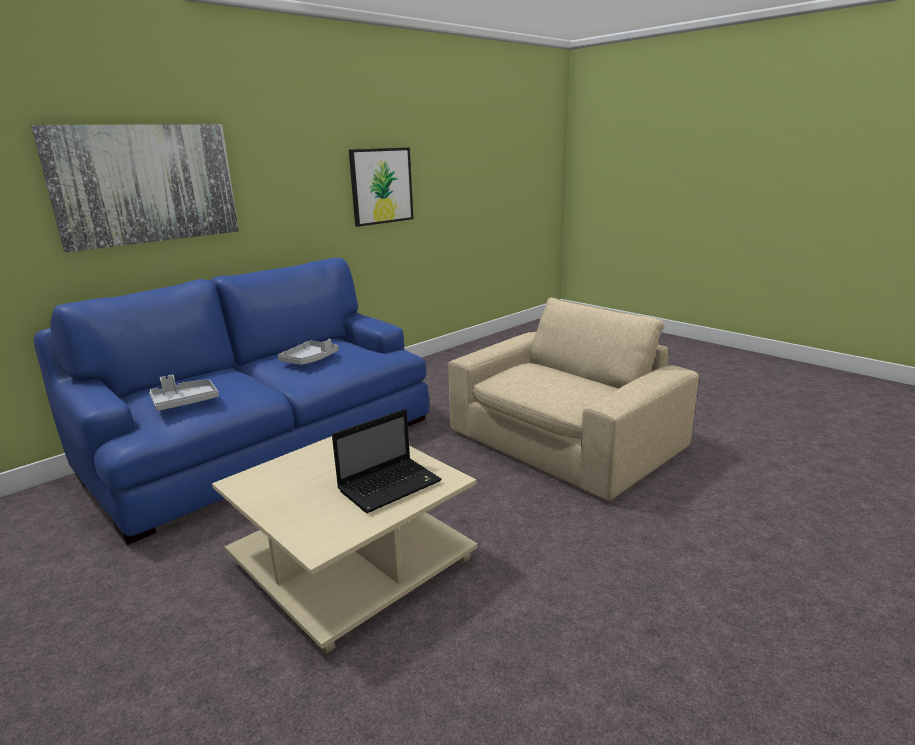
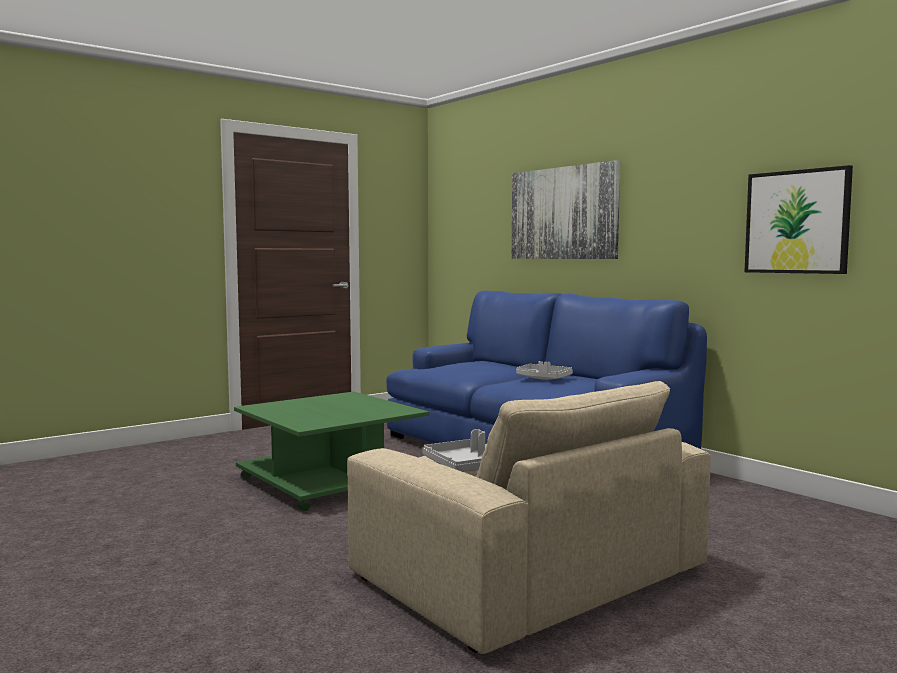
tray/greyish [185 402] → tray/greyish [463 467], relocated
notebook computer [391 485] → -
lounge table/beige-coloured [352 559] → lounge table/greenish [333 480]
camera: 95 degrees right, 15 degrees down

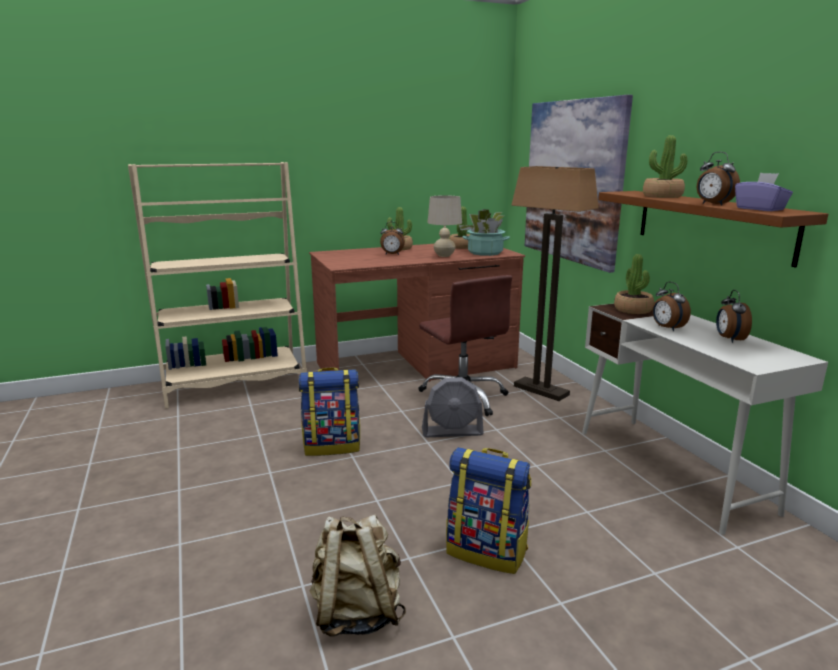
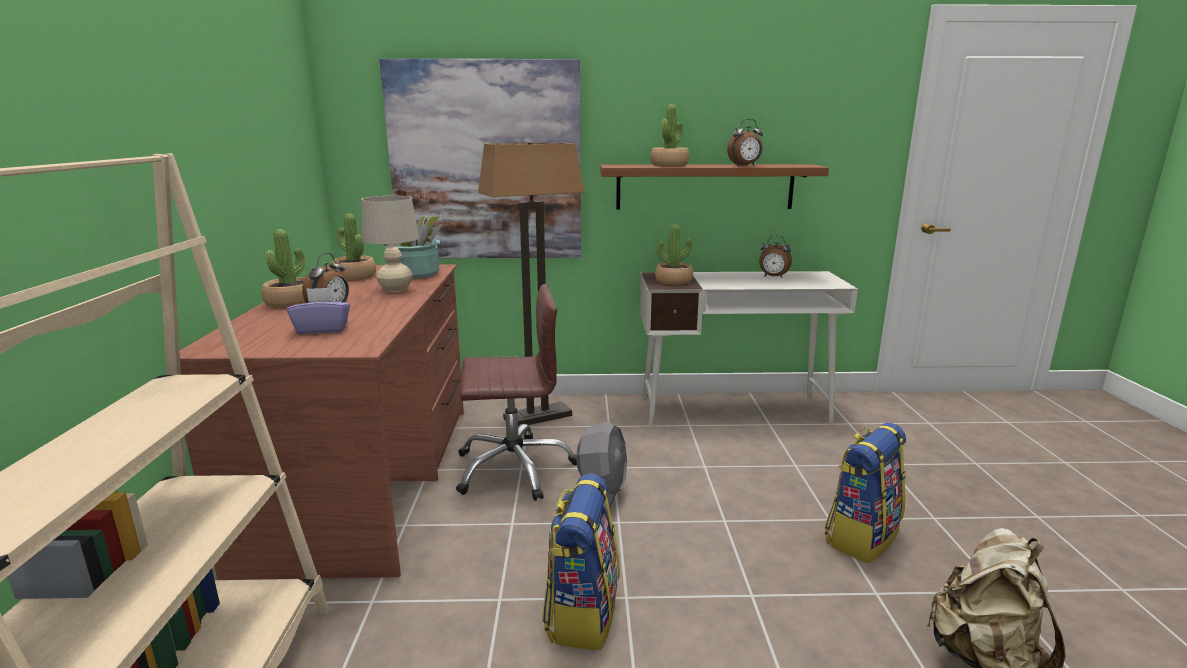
tissue holder/purple-coloured [760 209] → tissue holder/purple-coloured [322 329], relocated
table clock [667 328] → -
camera: 70 degrees left, 0 degrees up

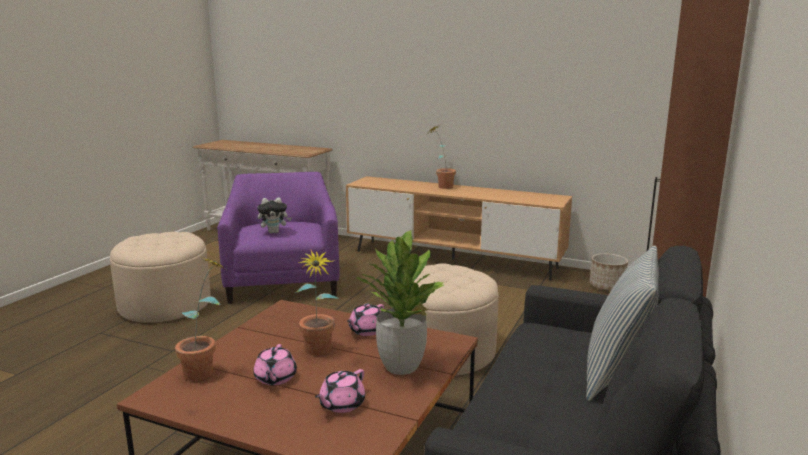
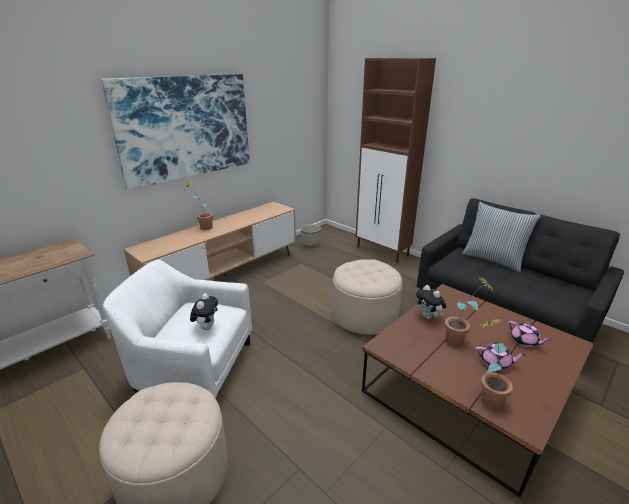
armchair/purple-coloured [283 283] → armchair/white [192 369]
houseplant [401 366] → -
teapot/pinkish [366 331] → soft toy [428 317]
- → wall art [186 127]
camera: 70 degrees left, 10 degrees up

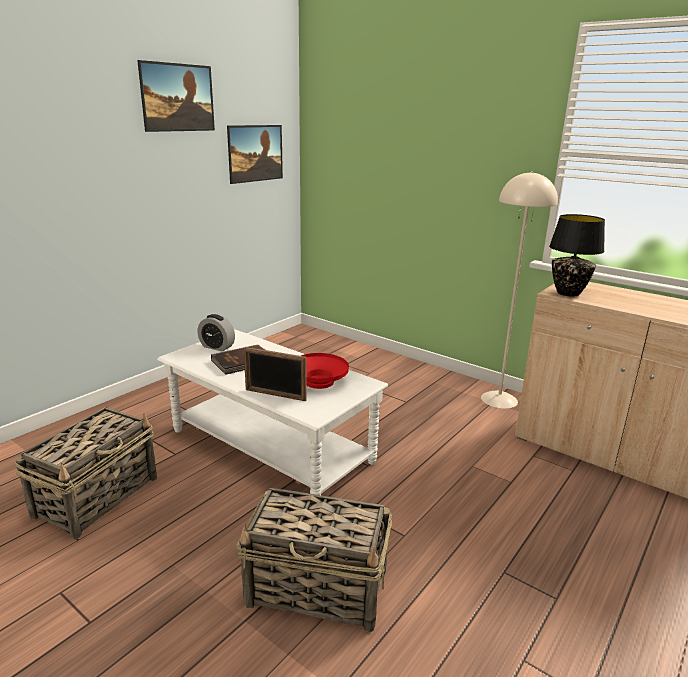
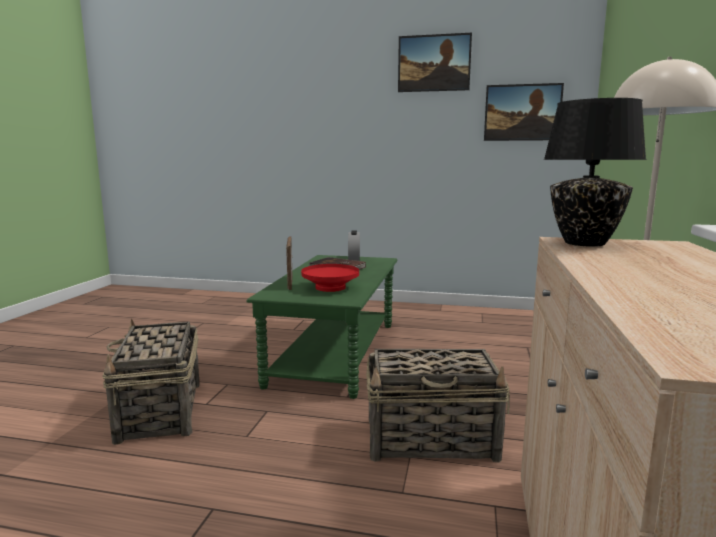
lounge table/white [271 446] → lounge table/greenish [335 353]
household basket [98 496] → household basket [432 440], relocated
camera: 65 degrees right, 10 degrees down

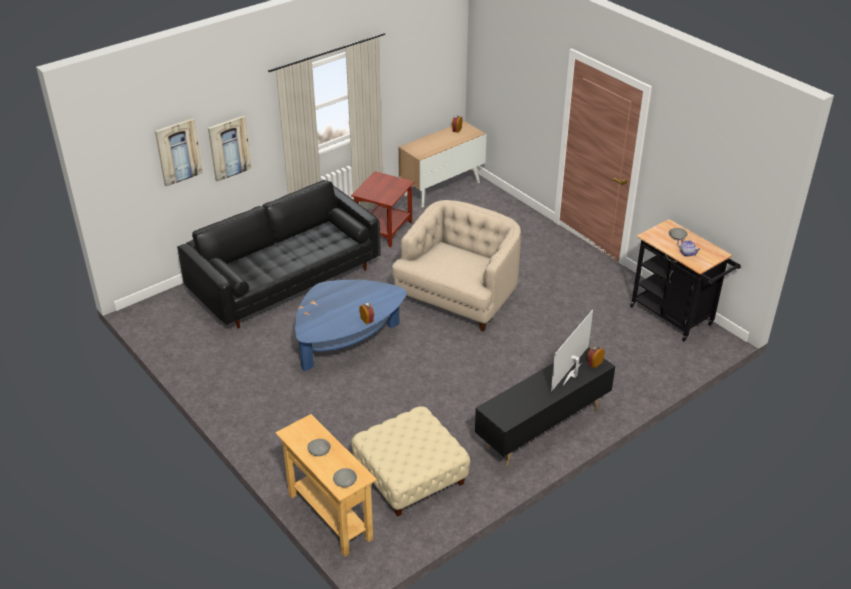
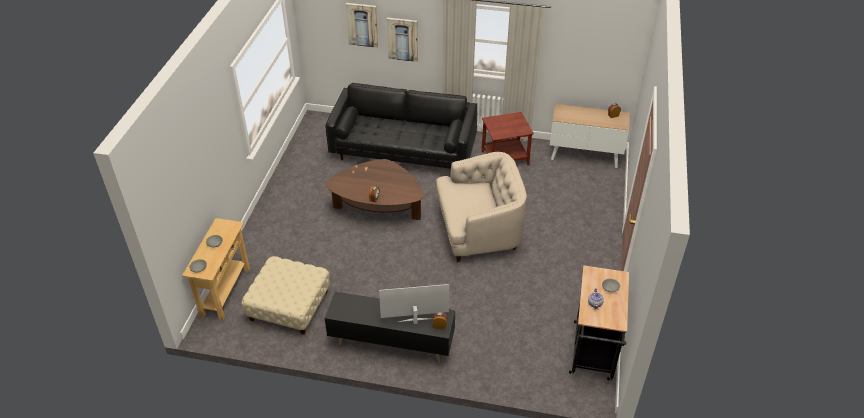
lounge table/blue [347 341] → lounge table/brownish [378 209]
camera: 50 degrees right, 5 degrees up

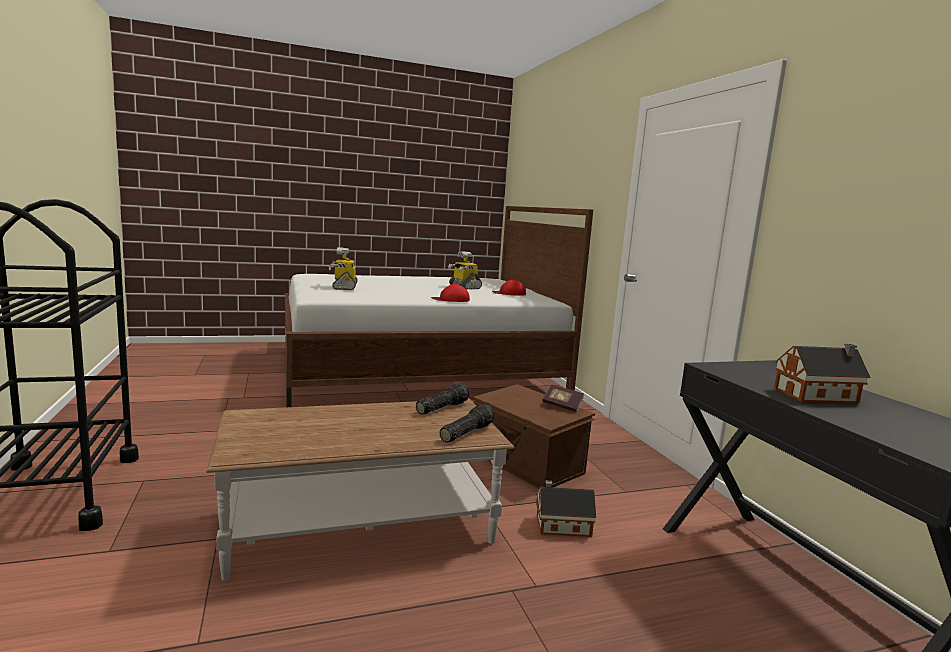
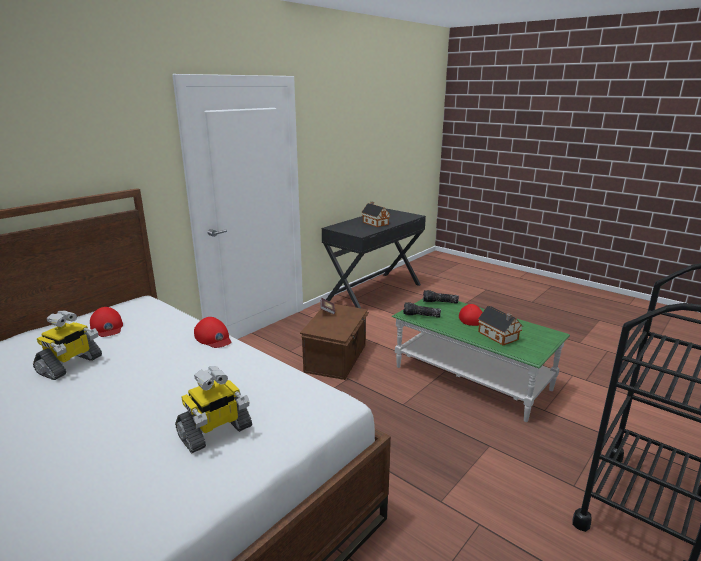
lounge table/brownish [361 526] → lounge table/greenish [471 378]
model house [560 525] → model house [499 336], relocated
- → peaked cap/red-coloured [470 317]
camera: 120 degrees left, 10 degrees up

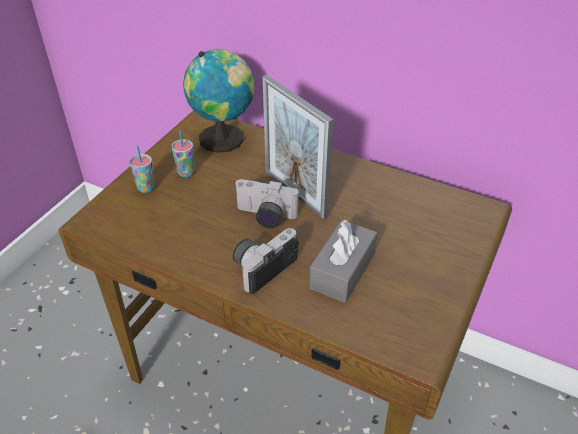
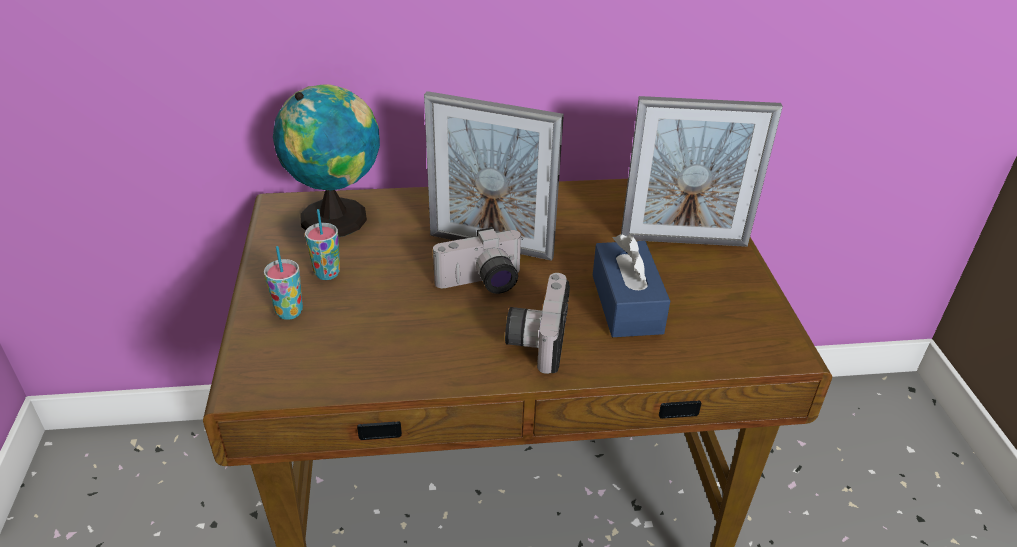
tissue holder/greyish [342 271] → tissue holder/blue [626 304]
- → picture frame [683 241]
camera: 35 degrees left, 5 degrees down

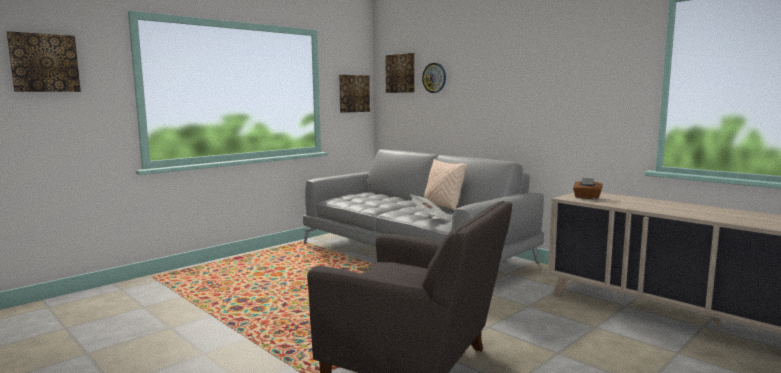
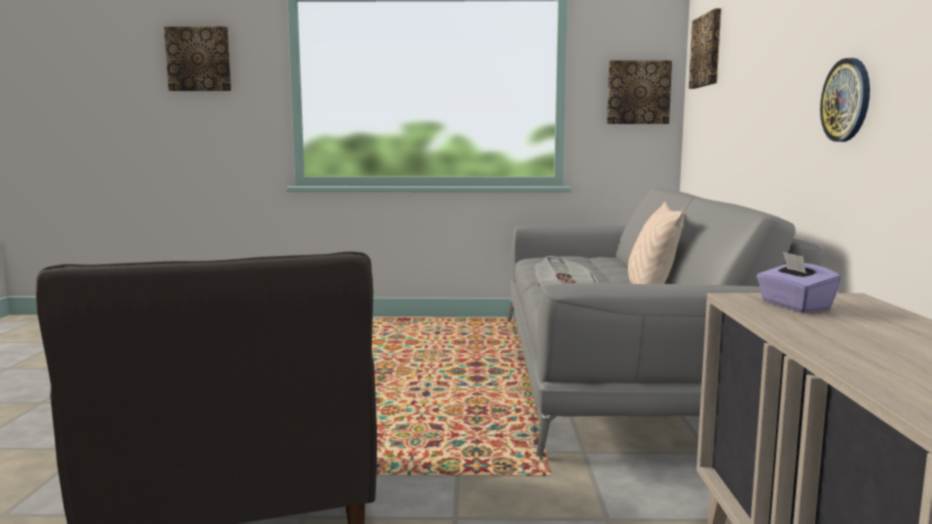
wall clock [434 78] → wall clock [846 100], relocated
tissue holder/brownish [587 197] → tissue holder/purple-coloured [794 306]
camera: 45 degrees right, 0 degrees up

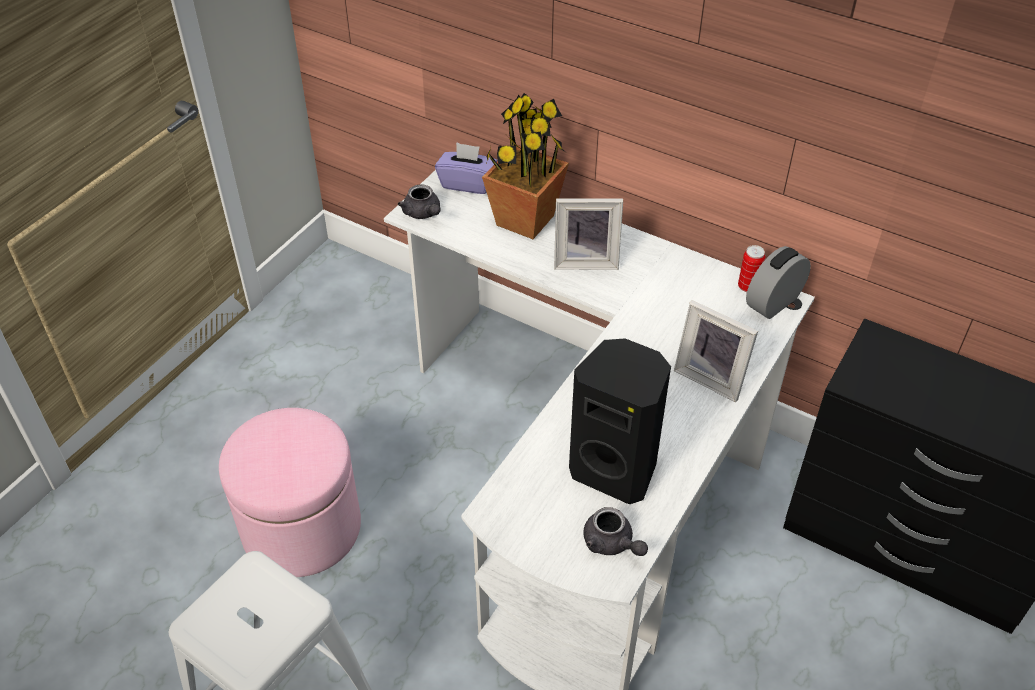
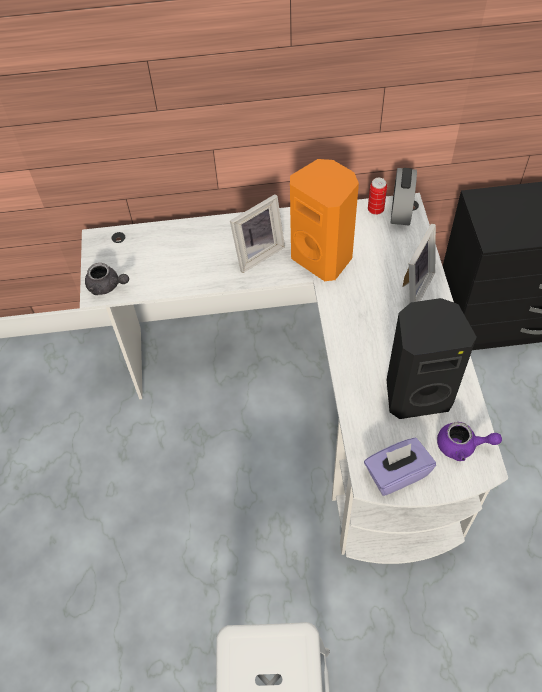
houseplant [524 220] → -
tissue holder/purple-coloured [467 183] → tissue holder/purple-coloured [396 474], relocated
picture frame [711 377] → picture frame [412 288], 60 degrees counterclockwise
pouffe/pinkish [301 527] → -
teapot/greyish [612 544] → teapot/purple-coloured [462 446]
- → loudspeaker/orange-coloured [323 257]
camera: 35 degrees left, 10 degrees up

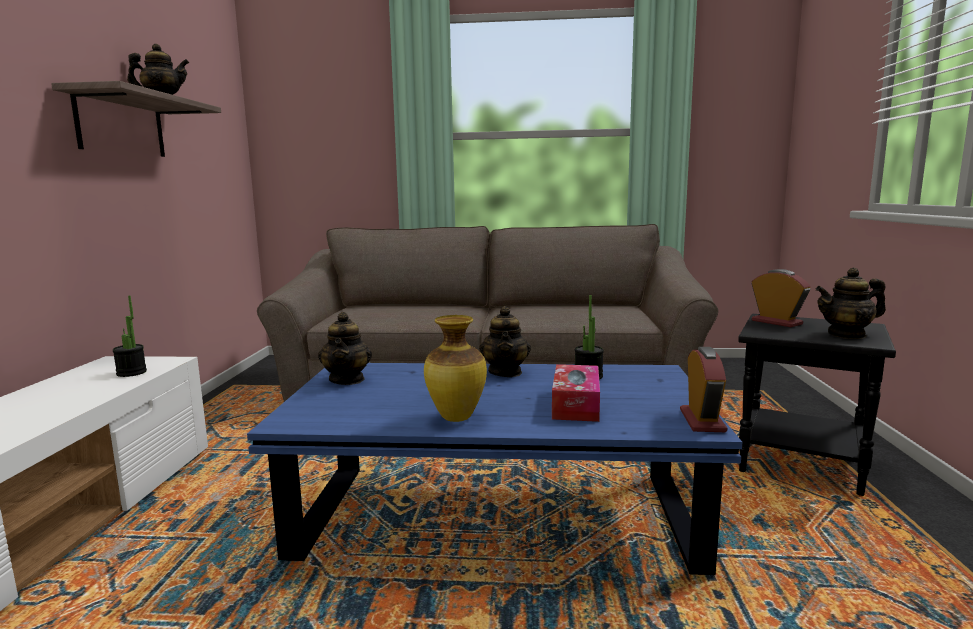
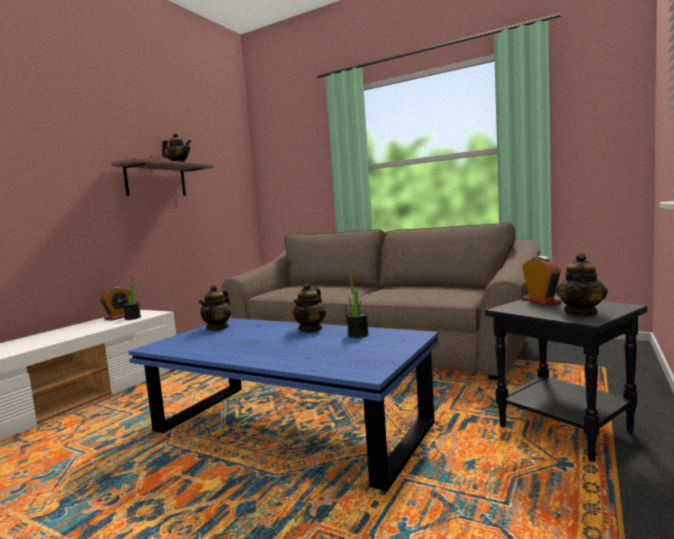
teapot [847 335] → teapot [581 313], 75 degrees counterclockwise
vase [455 418] → -
table clock [702 421] → table clock [119 317], relocated
tissue holder [576 404] → -
camera: 25 degrees right, 5 degrees down

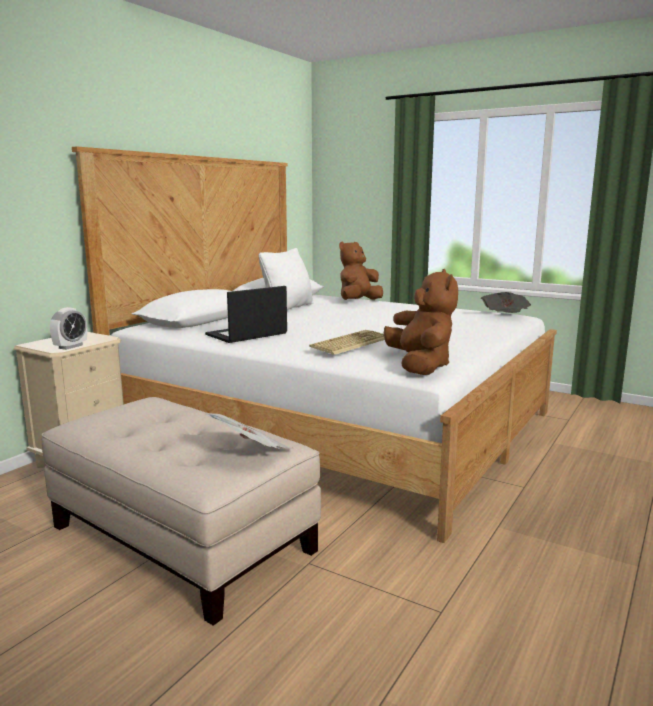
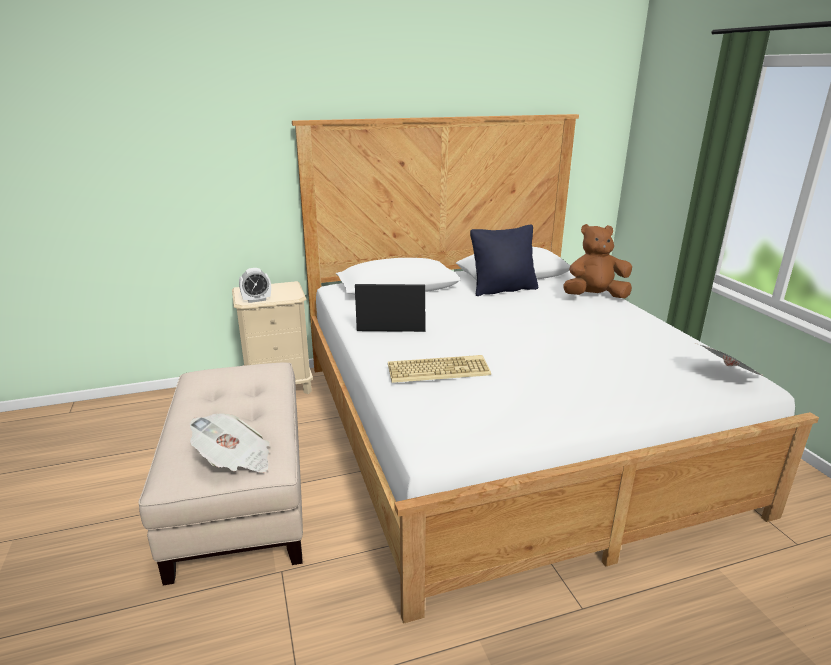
pillow/white [288 307] → pillow/black [503 290]
soft toy/brownish [420 366] → -
camera: 40 degrees right, 10 degrees up

